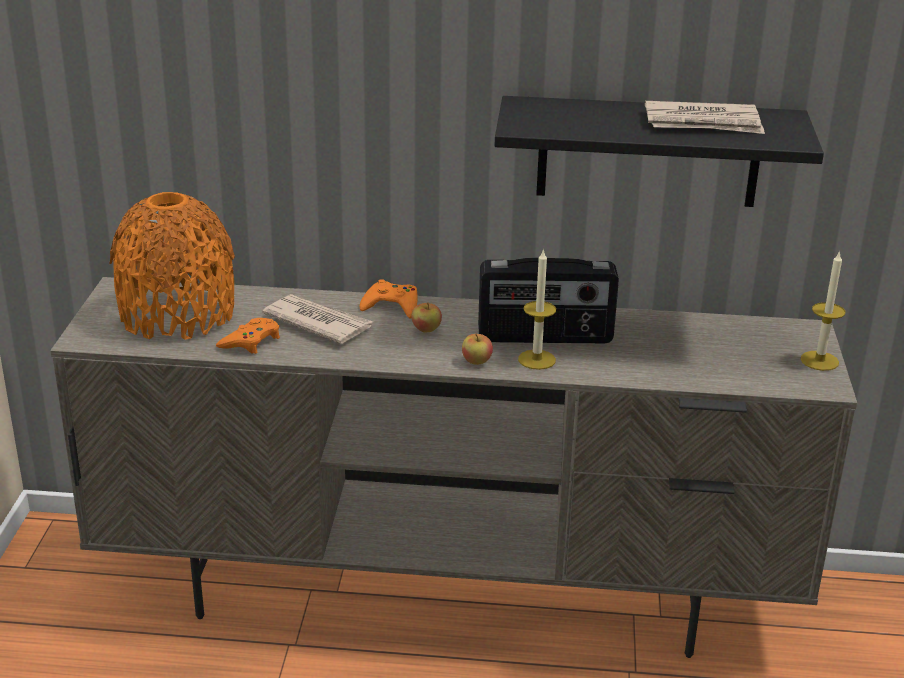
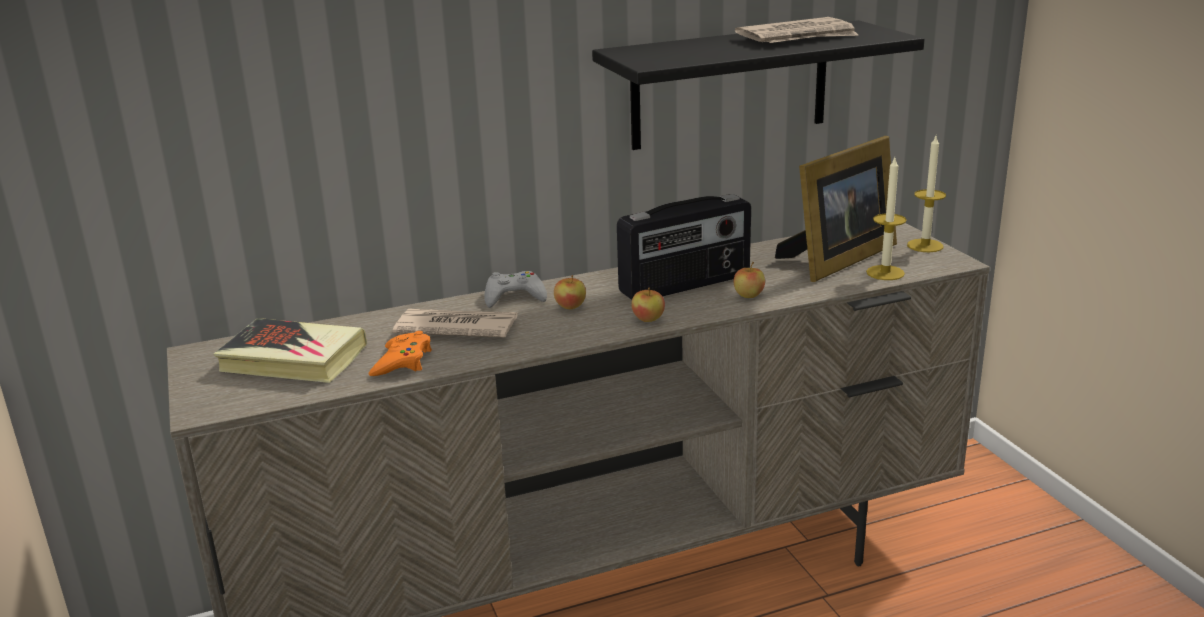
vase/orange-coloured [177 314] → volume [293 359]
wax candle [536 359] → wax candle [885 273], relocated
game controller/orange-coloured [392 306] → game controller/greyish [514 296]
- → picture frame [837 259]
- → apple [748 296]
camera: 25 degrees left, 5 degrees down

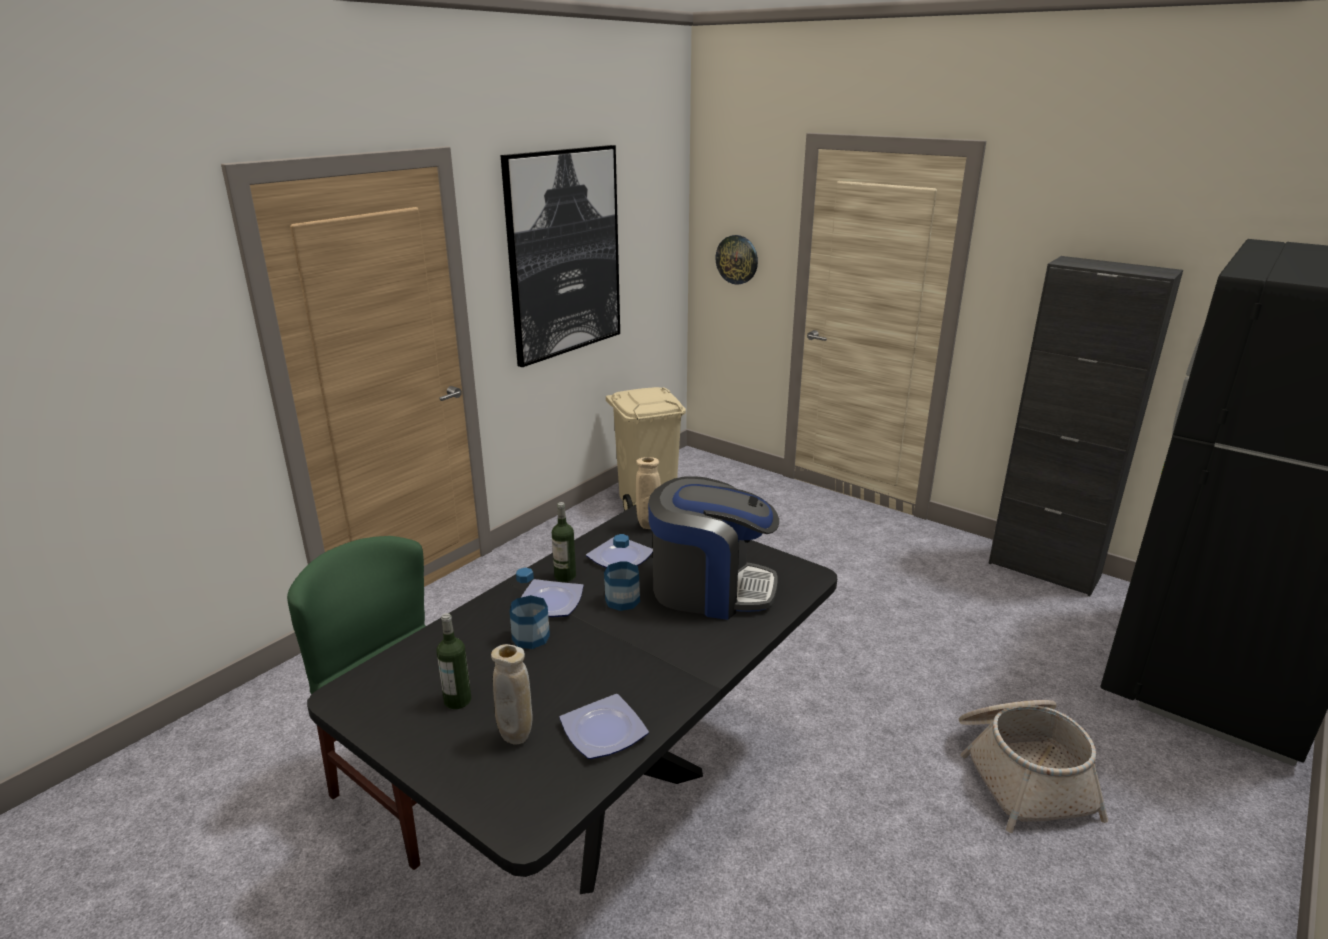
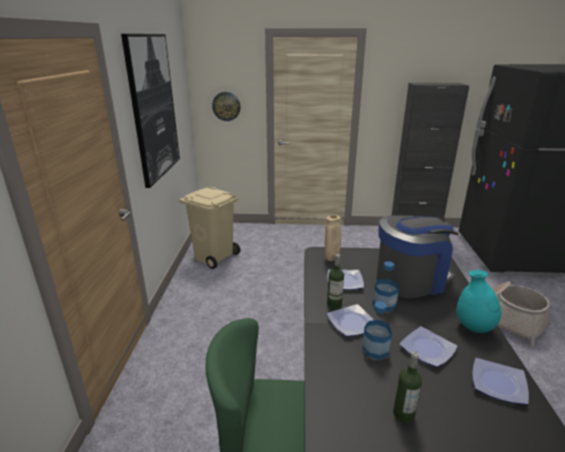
vase/beige-coloured [516 737] → -
- → vase/turquoise-coloured [474 327]
- → dinner plate [427 348]
camera: 35 degrees left, 0 degrees up

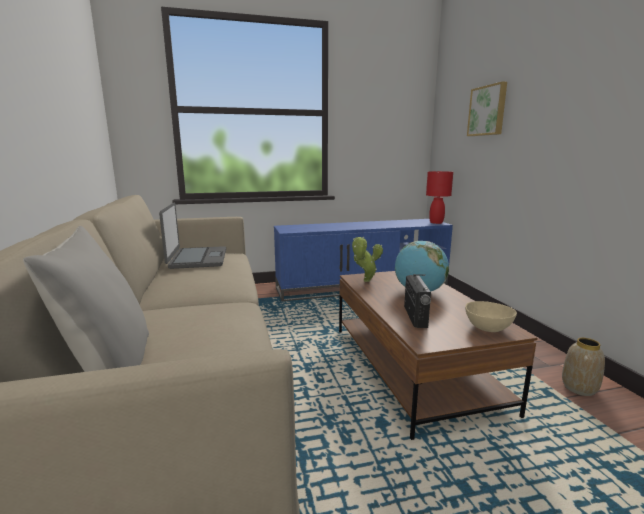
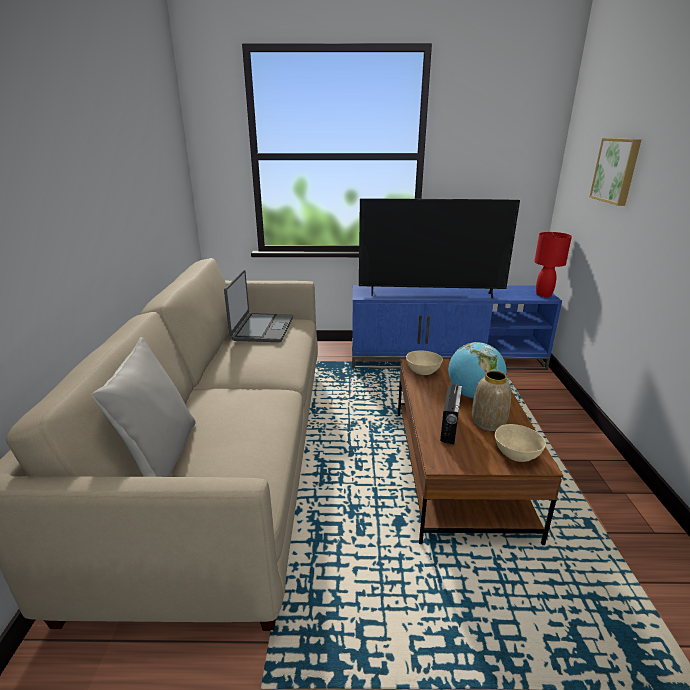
houseplant [365 281] → bowl/beige-coloured [423 372]
vase [579 388] → vase [488 423], relocated
- → TV [430 294]
camera: 15 degrees right, 10 degrees up

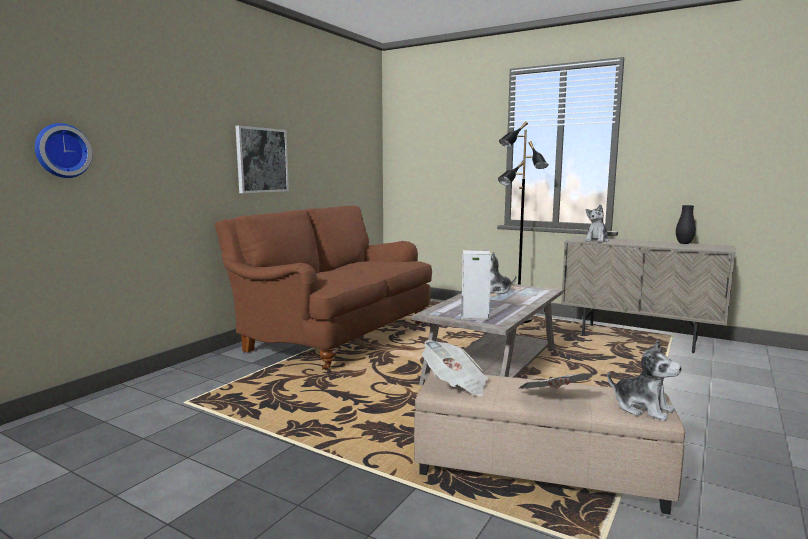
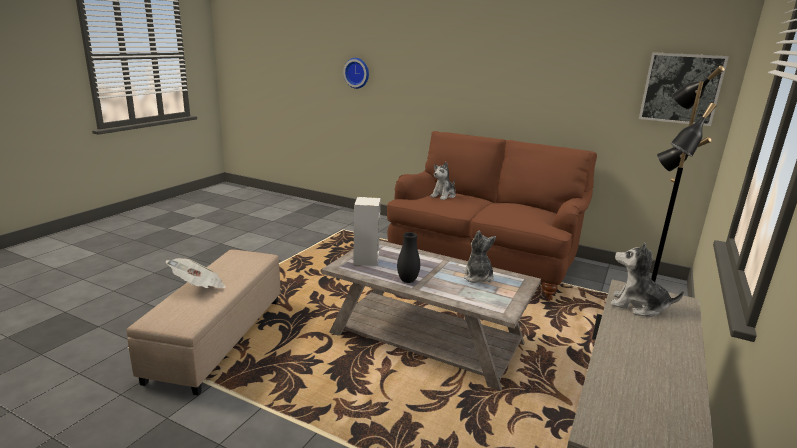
wall art [262 160] → wall art [681 88], relocated
vase/black [684 243] → vase/black [407 281], relocated
daily paper [456 385] → -
soft toy [642 408] → soft toy [443 196], relocated
camera: 85 degrees right, 10 degrees up

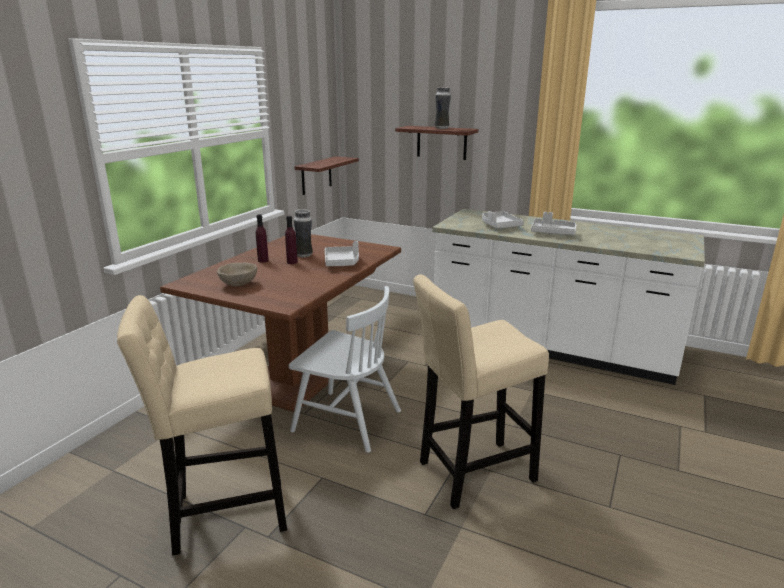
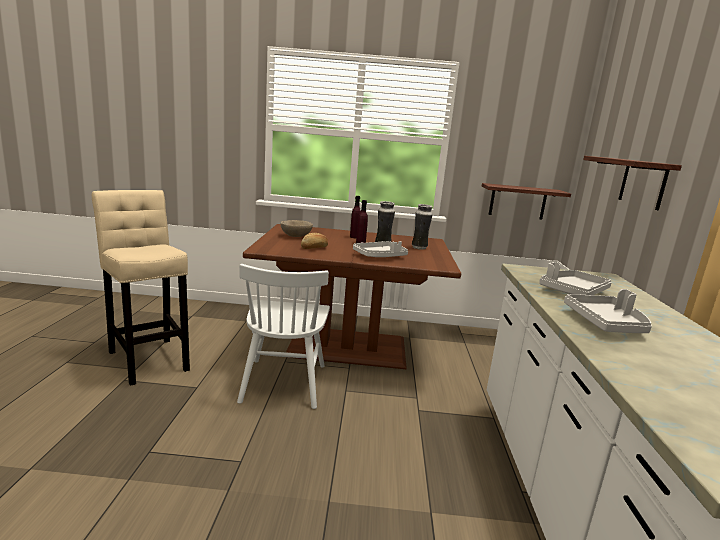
vase [442 128] → vase [419 248], relocated
stool seat/beige-coloured [471 473] → -
- → bread [314 248]
camera: 65 degrees right, 5 degrees down

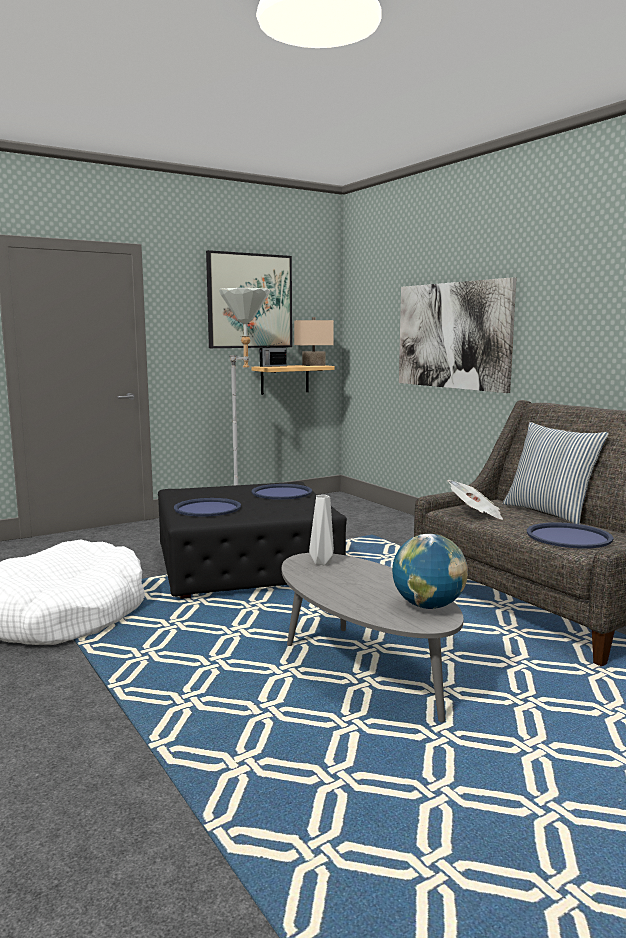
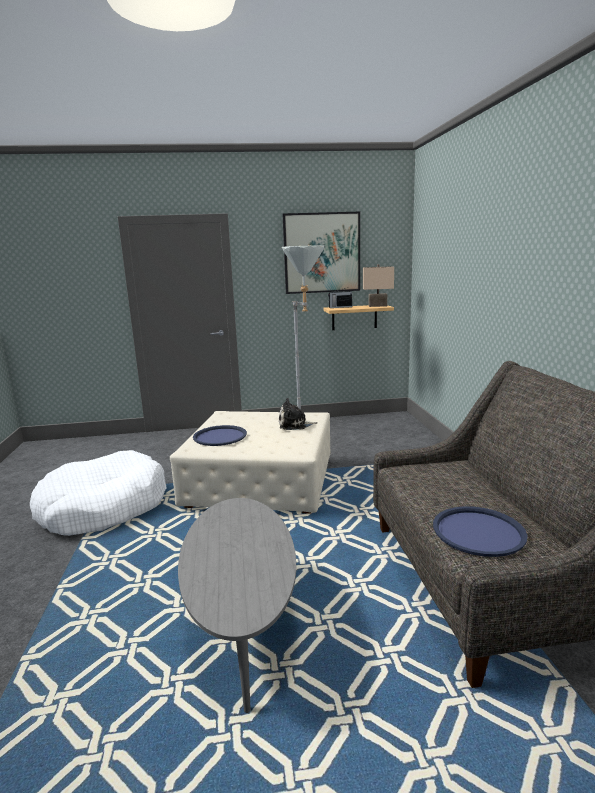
wall art [453 335] → -
pillow [549 512] → -
daily paper [475 514] → -
pouffe/black [245 567] → pouffe/beige-coloured [260 482]
tray/blue [281 493] → soft toy [295 425]
vase/greyish [321 563] → -
globe [428 606] → -
camera: 25 degrees right, 5 degrees up

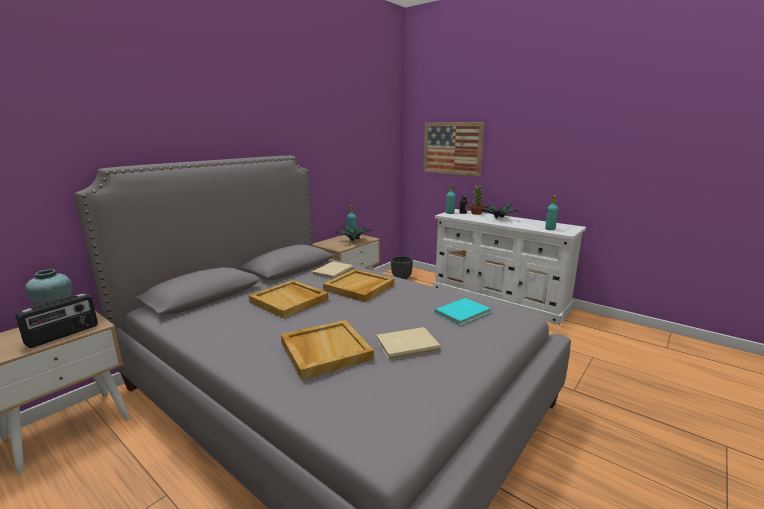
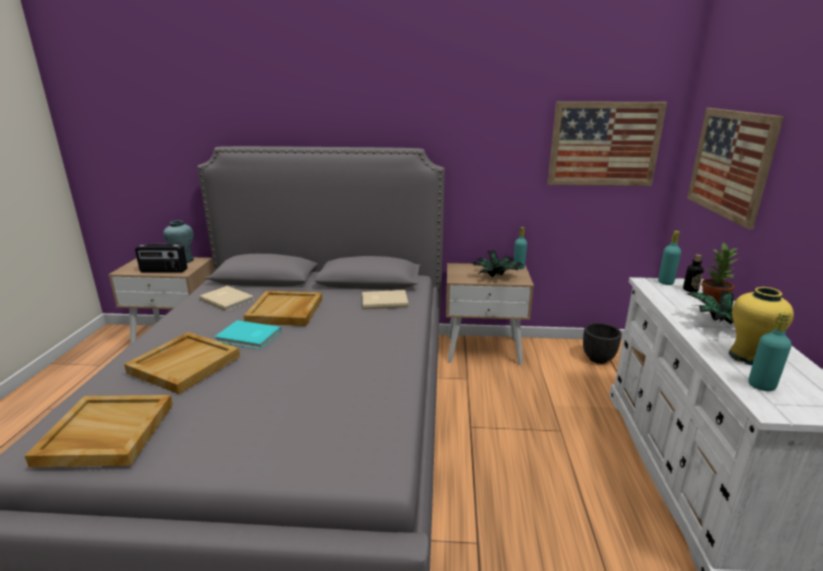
tray/beige-coloured [359 287] → tray/beige-coloured [105 434], relocated
volume/turquoise-coloured [464 313] → volume/turquoise-coloured [248 337], relocated
volume/beige-coloured [406 344] → volume/beige-coloured [227 299], relocated
- → wall art [604 144]
- → vase/yellowish [748 357]
camera: 55 degrees right, 5 degrees up

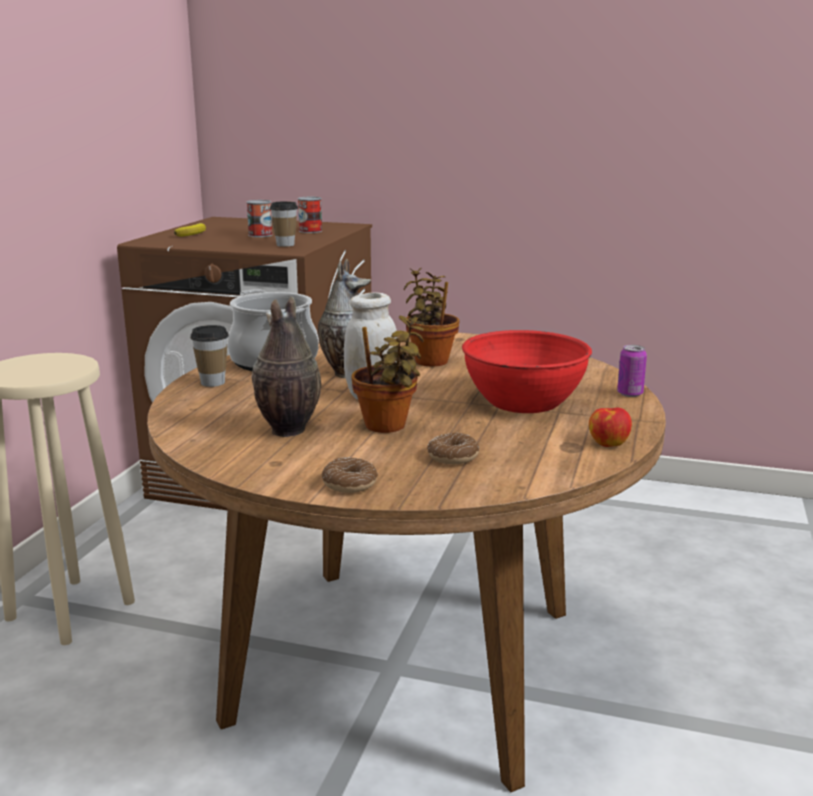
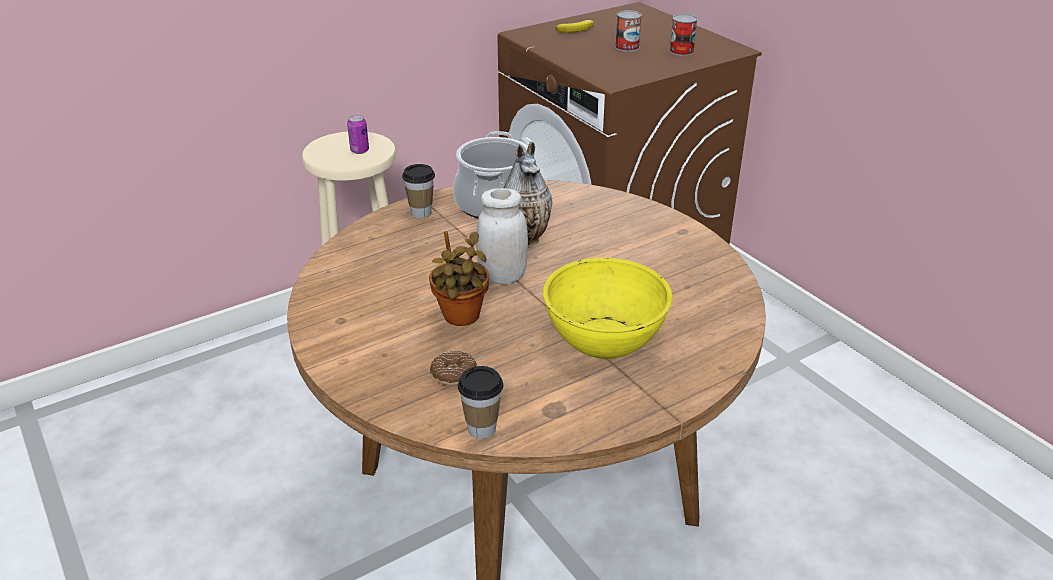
small cup [285 245] → small cup [482 429], relocated
houseplant [430 360] → -
vase [287 431] → -
bowl/red-coloured [523 402] → bowl/yellowish [604 338]
can [630 393] → can [359 150], relocated
apple [608 443] → -
donut [349 484] → -
camera: 40 degrees right, 15 degrees up

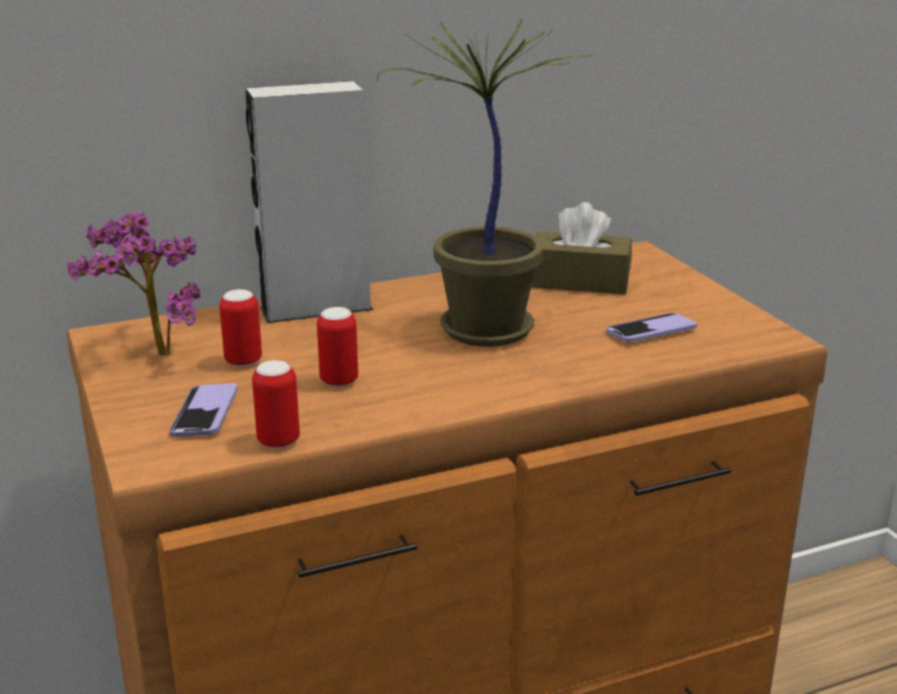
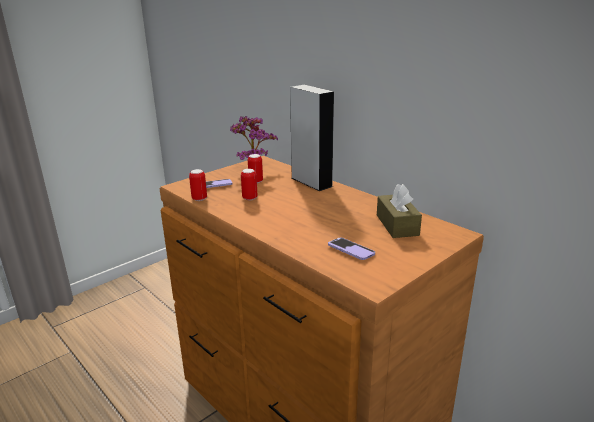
houseplant [483 331] → -
camera: 70 degrees right, 0 degrees up

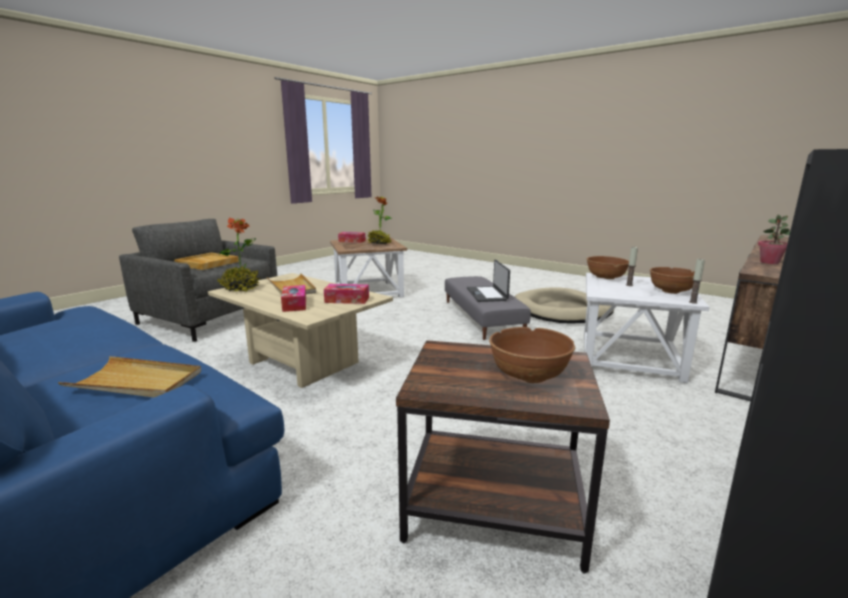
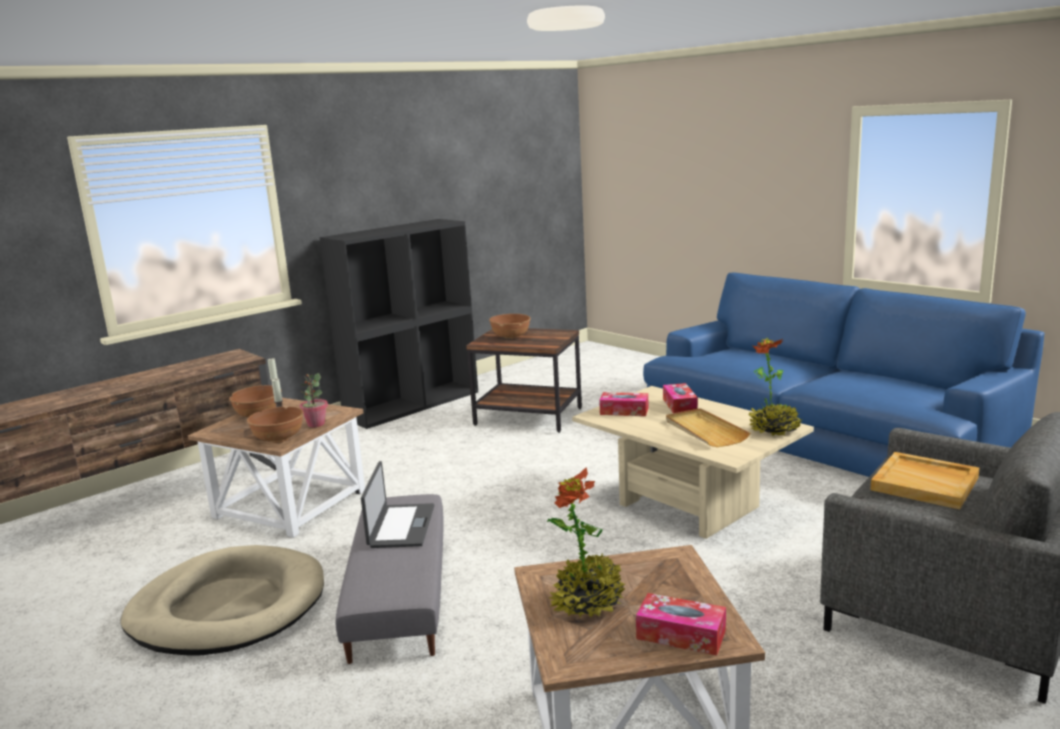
houseplant [769 262] → houseplant [316 424], relocated
end table/white [631 358] → end table/brownish [290 503]
tray/beige-coloured [136 382] → -
camera: 170 degrees left, 0 degrees up

